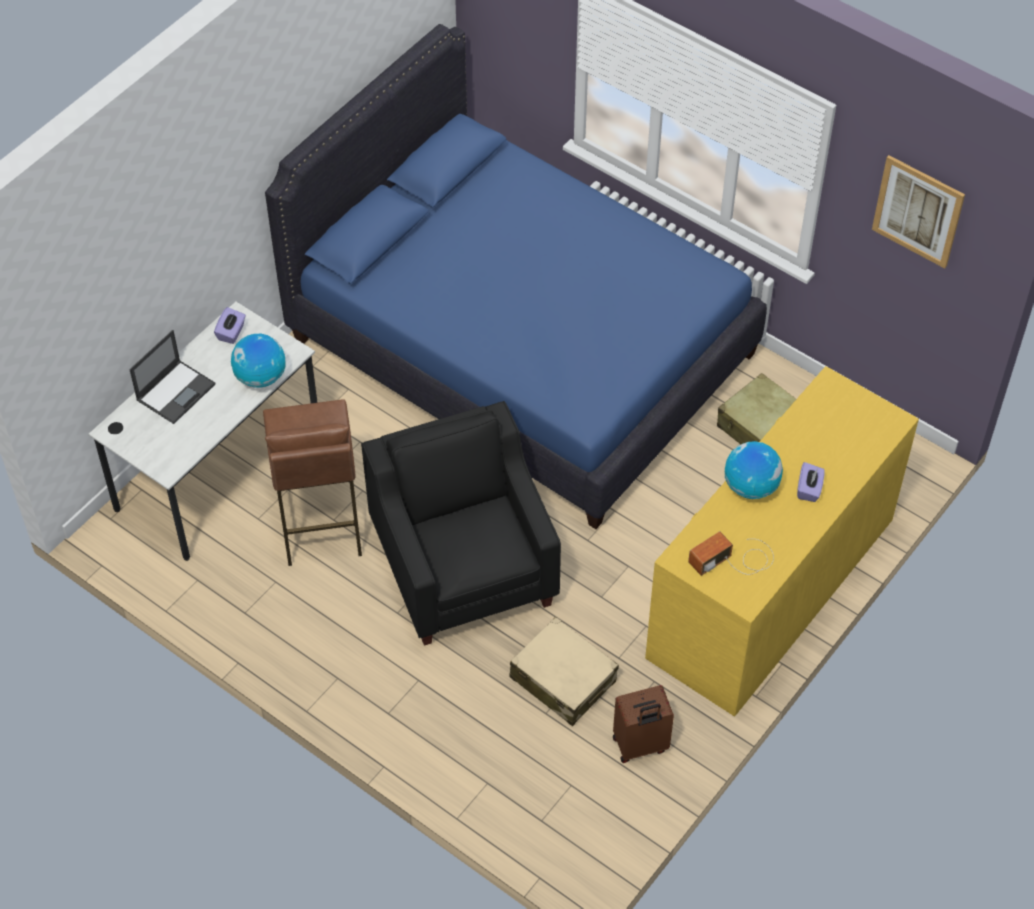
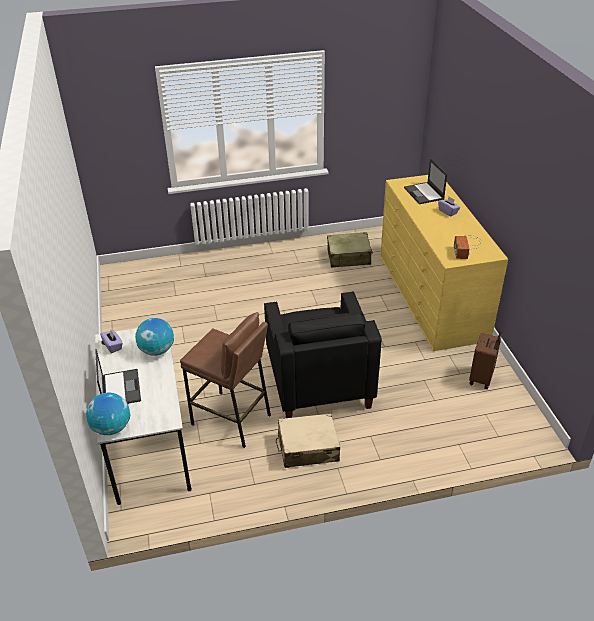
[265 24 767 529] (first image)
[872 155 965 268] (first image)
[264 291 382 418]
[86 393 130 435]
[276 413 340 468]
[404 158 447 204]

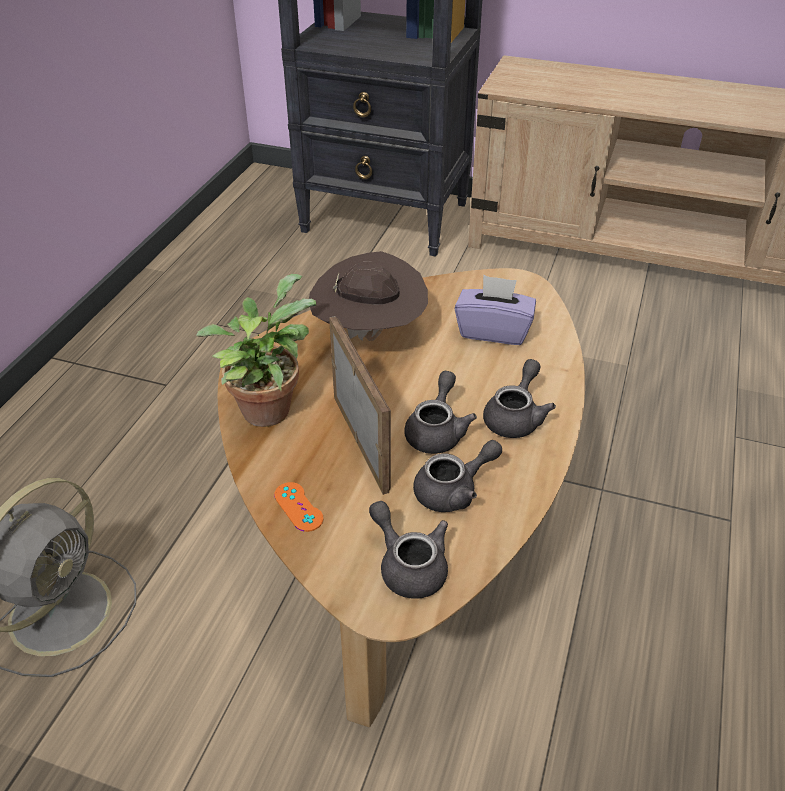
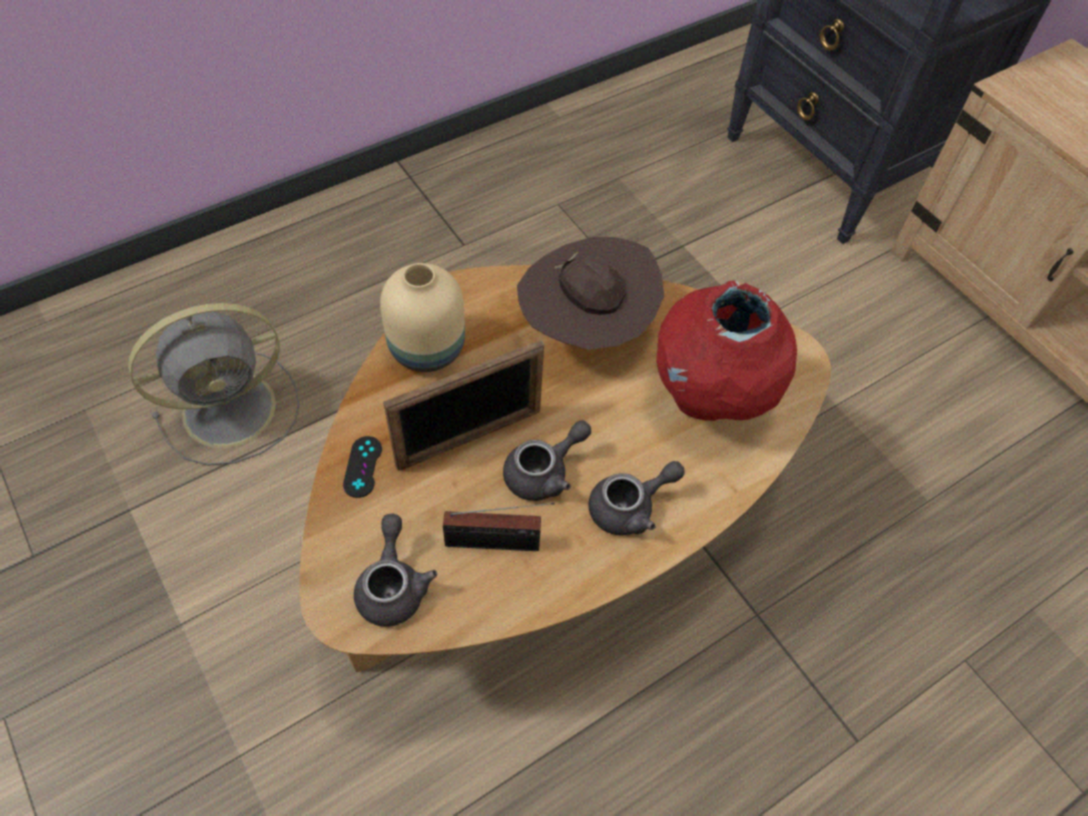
[380 263 465 372]
[656 281 797 421]
[383 340 544 471]
[443 503 555 551]
[343 436 382 498]

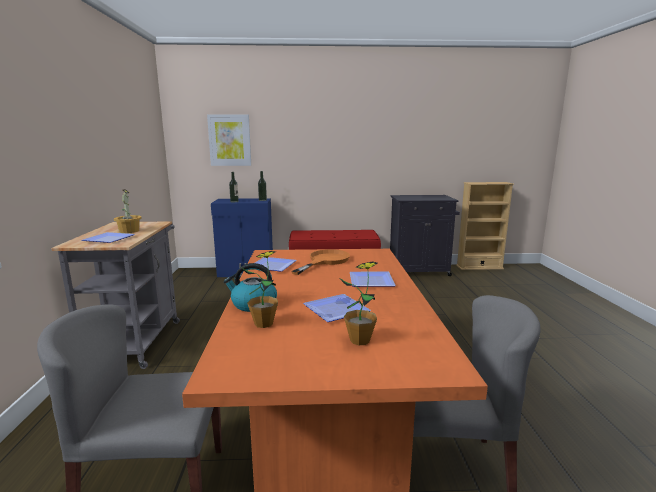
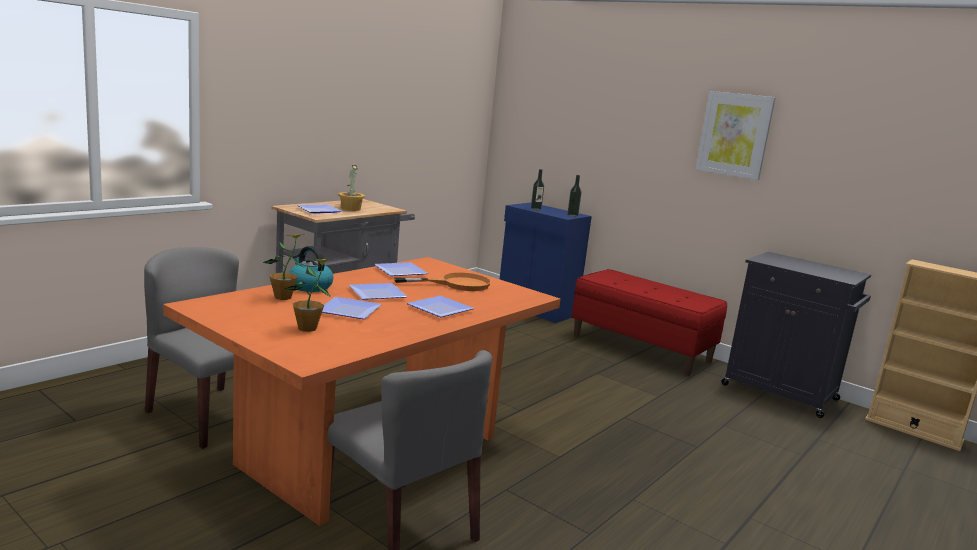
[696 91 776 180]
[349 283 408 300]

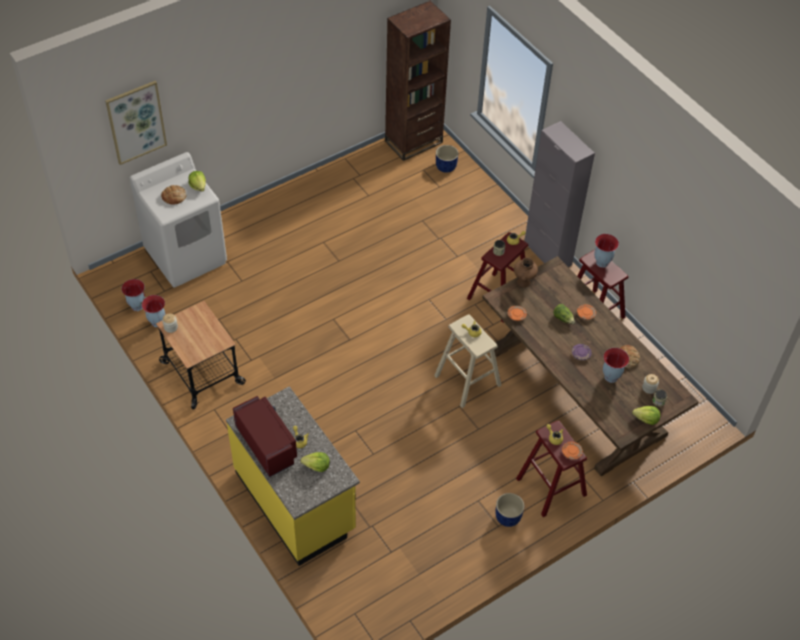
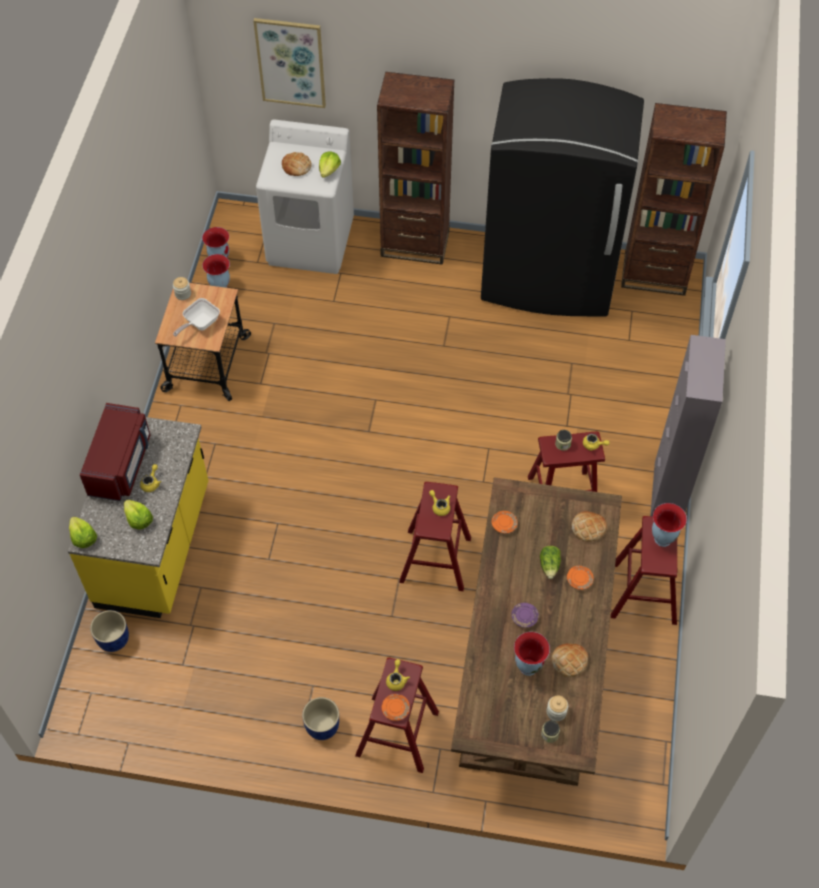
[90 610 129 652]
[514 257 538 288] (first image)
[399 482 471 591]
[69 517 97 548]
[377 72 455 265]
[481 78 644 316]
[173 298 220 336]
[571 511 607 542]

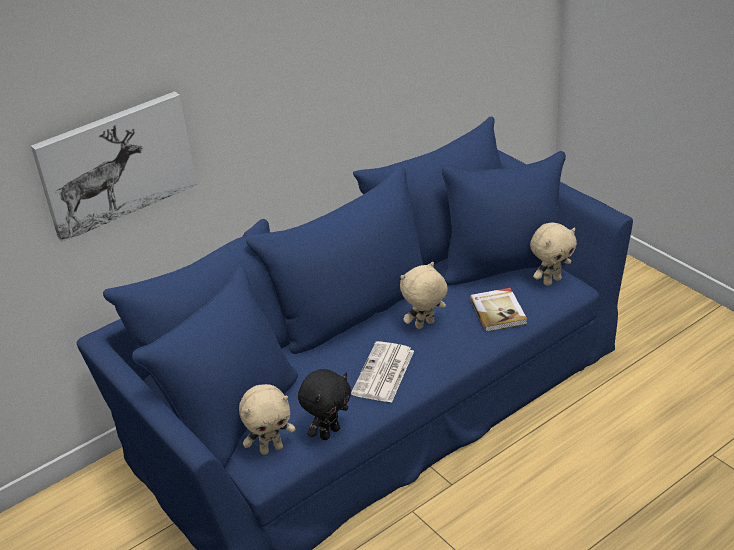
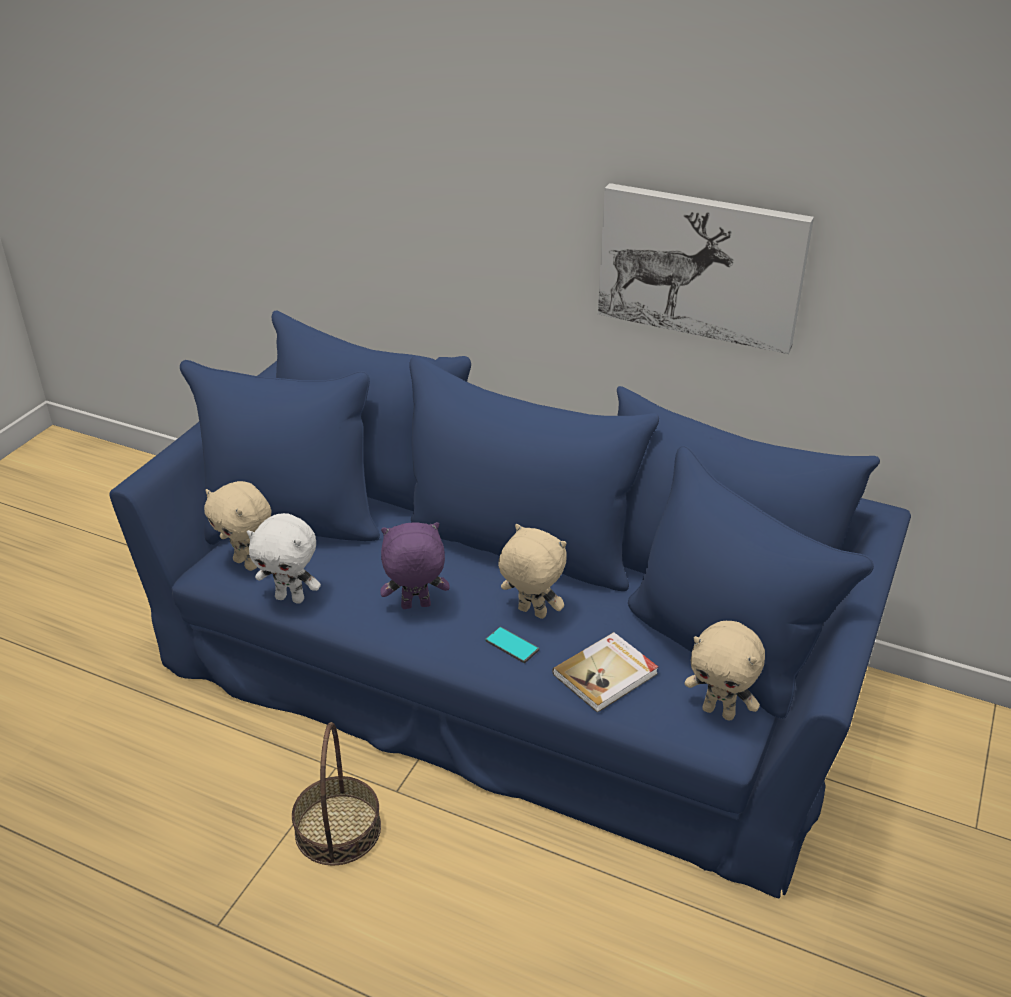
[598 183 814 354]
[380 522 450 609]
[247 513 321 604]
[485 627 539 663]
[292 722 381 866]

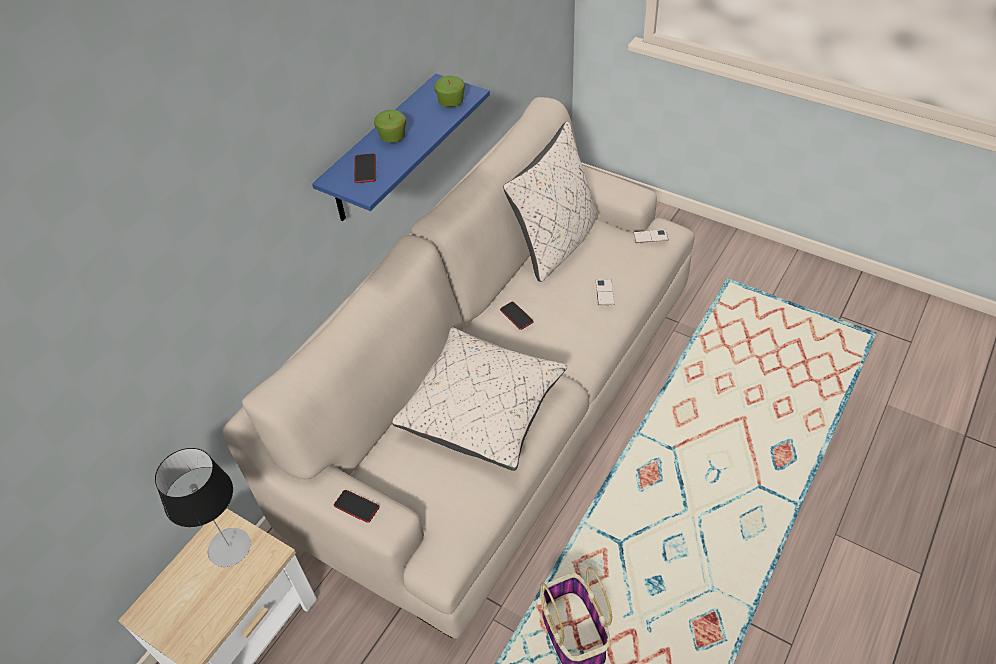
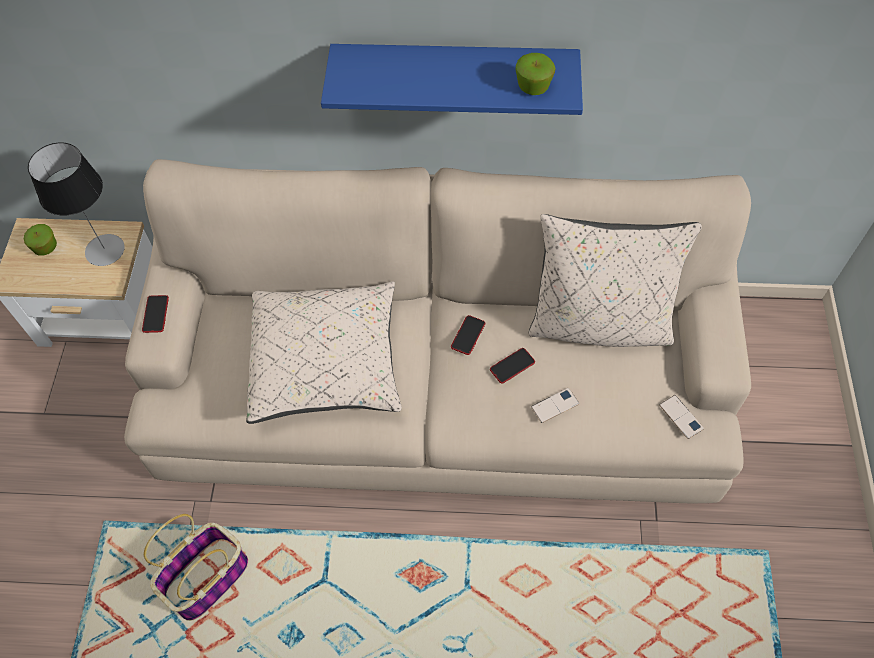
[24 224 57 256]
[490 348 535 383]

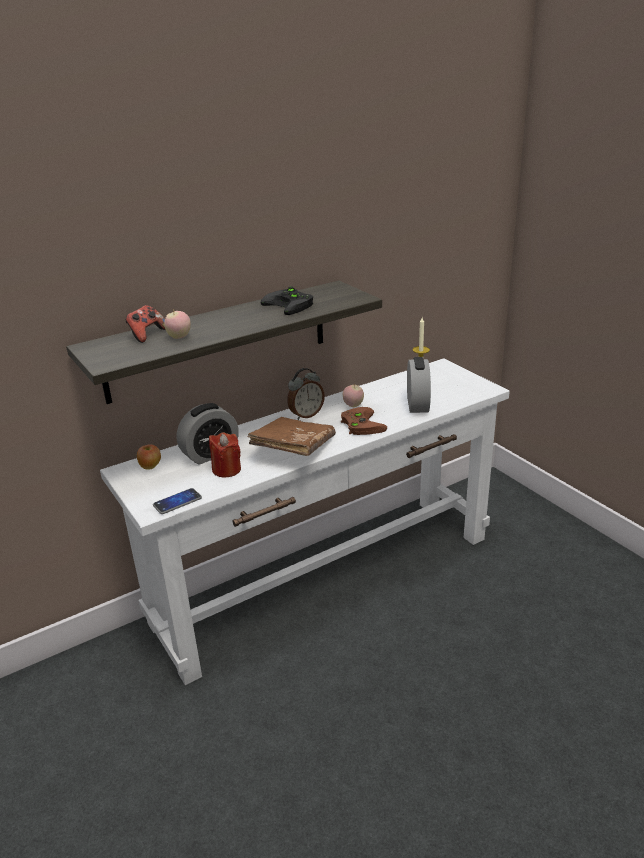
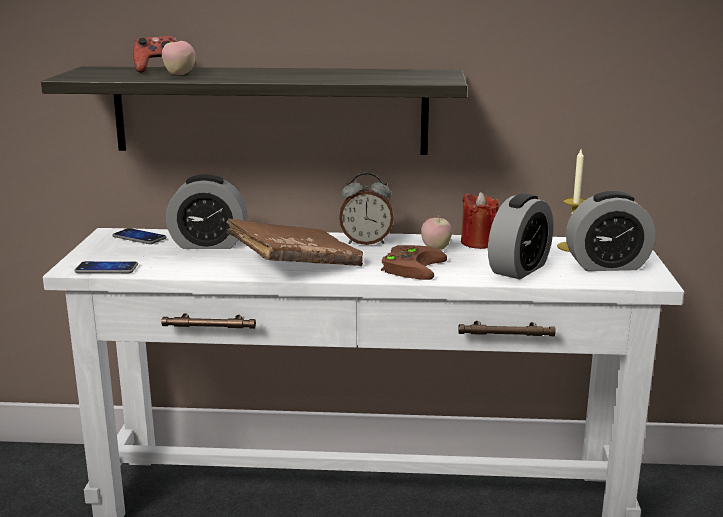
[261 286 313 315] (first image)
[461 192 499 249]
[112 228 166 244]
[566 191 656 271]

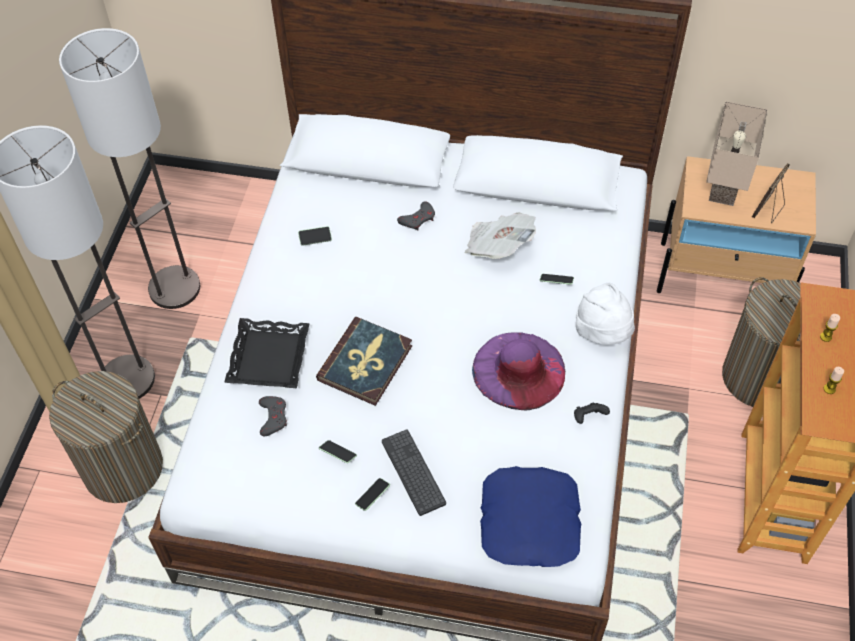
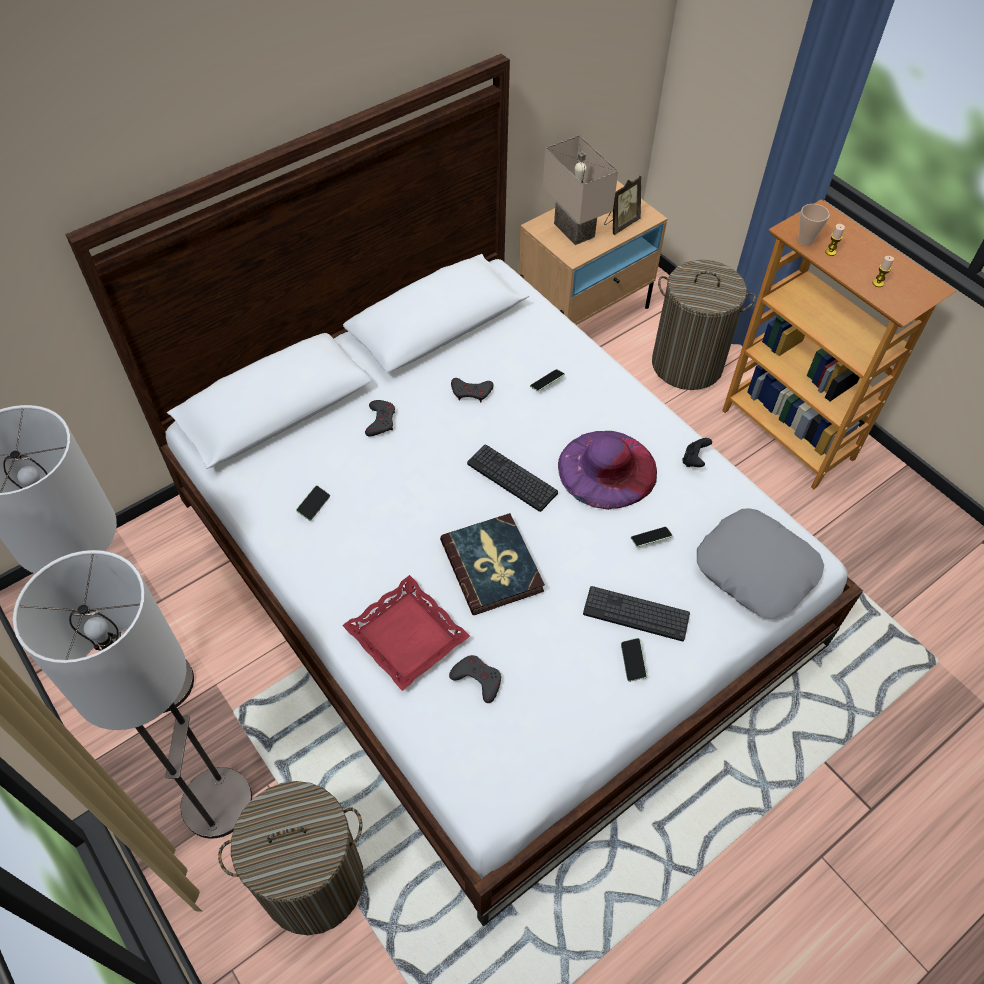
[604 176 641 235]
[451 378 494 402]
[576 283 635 345] (first image)
[342 575 470 691]
[631 527 673 547]
[697 508 824 619]
[798 204 830 246]
[467 445 558 512]

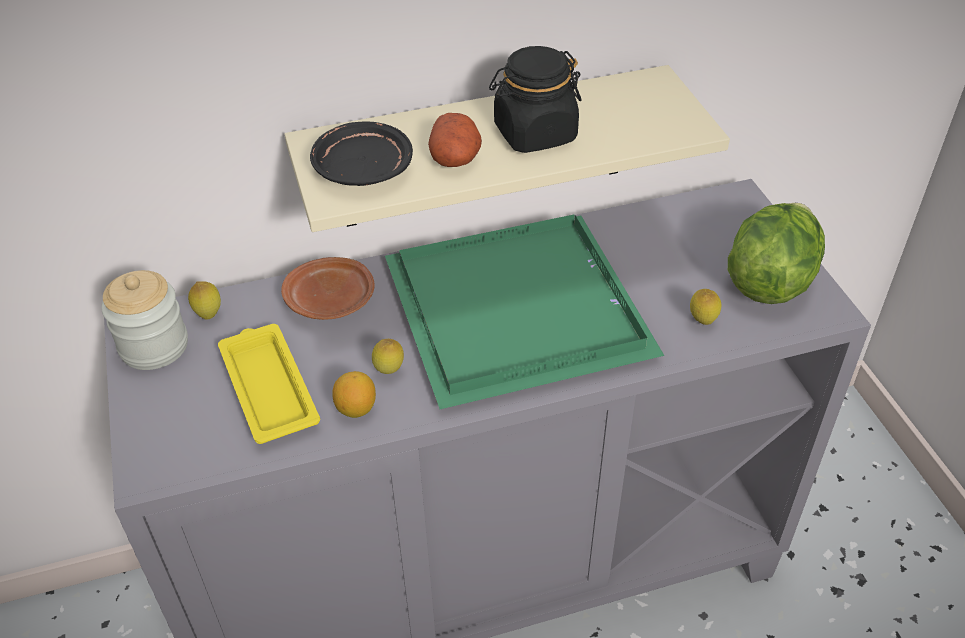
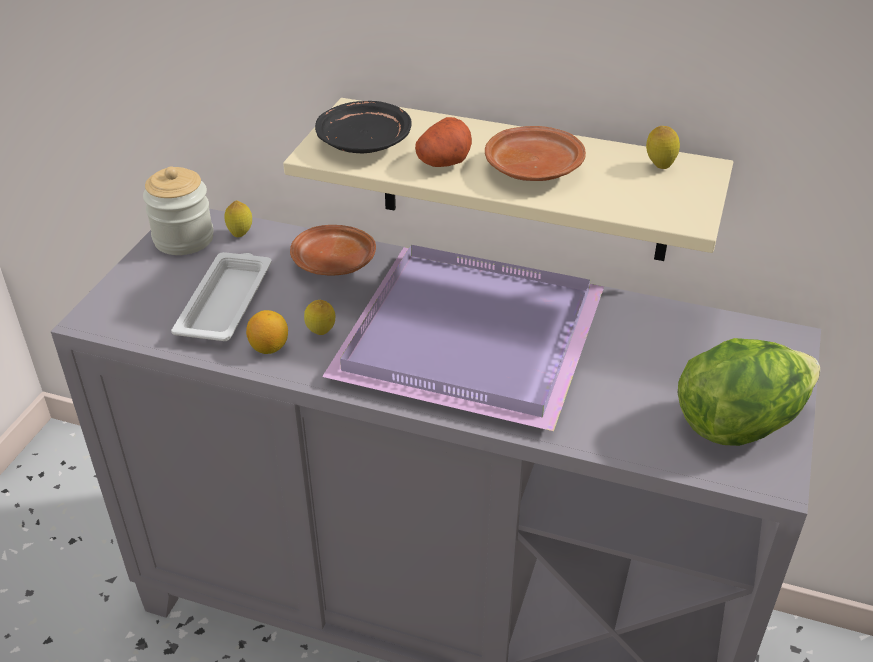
[485 126 586 181]
[322 245 604 431]
[646 126 680 169]
[171 252 272 341]

